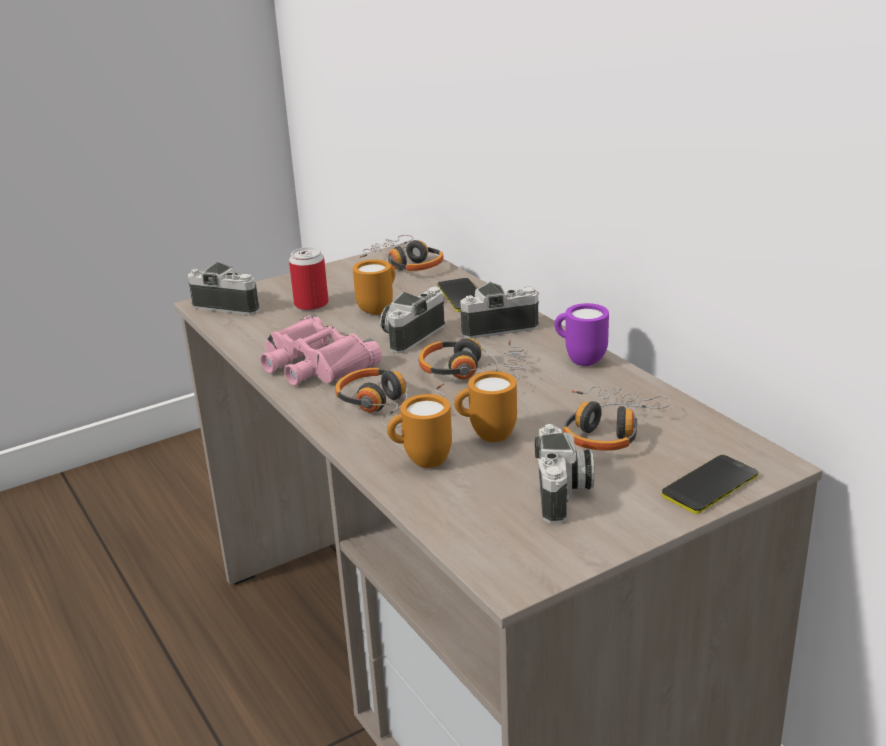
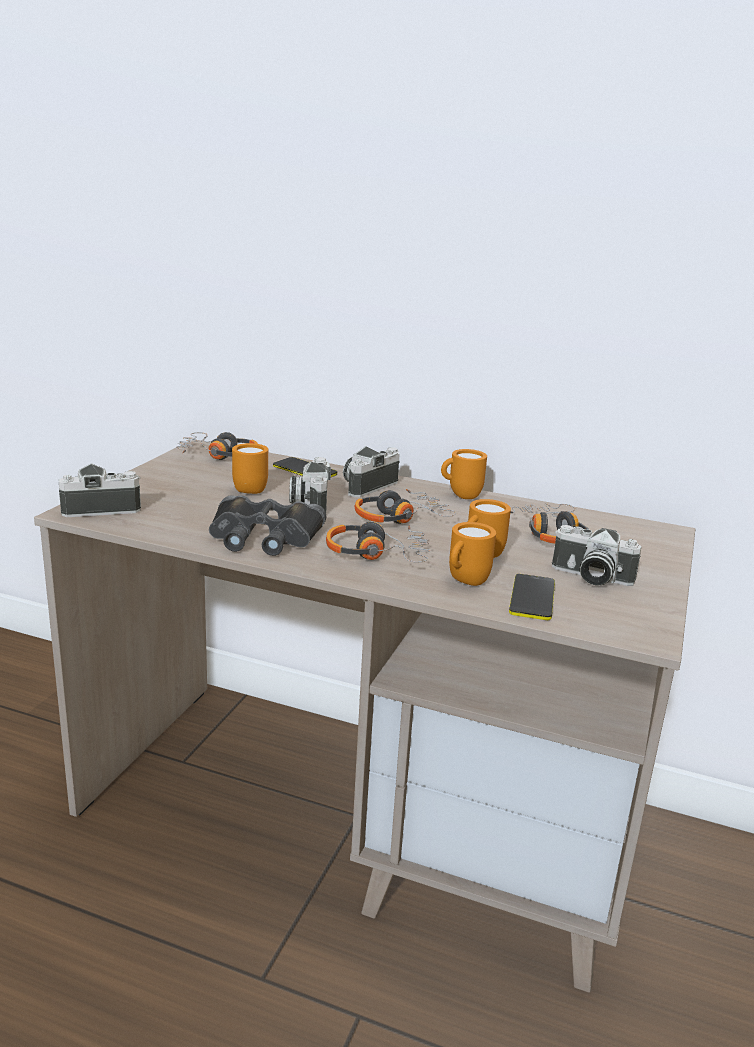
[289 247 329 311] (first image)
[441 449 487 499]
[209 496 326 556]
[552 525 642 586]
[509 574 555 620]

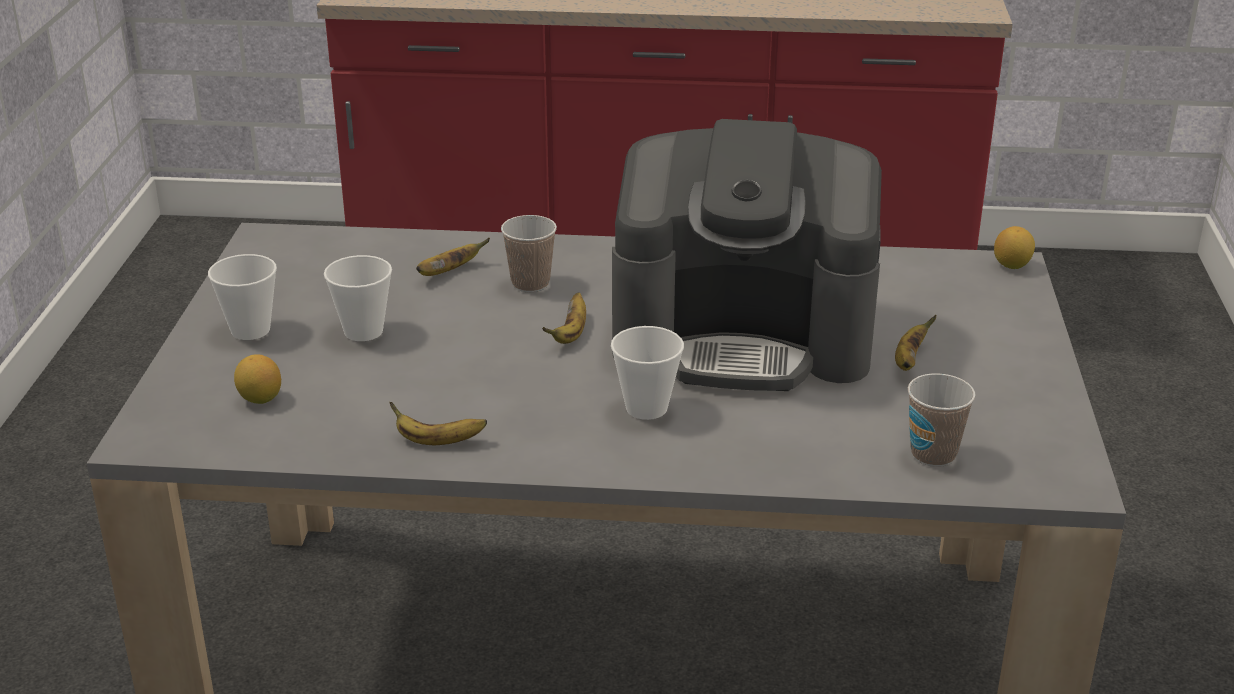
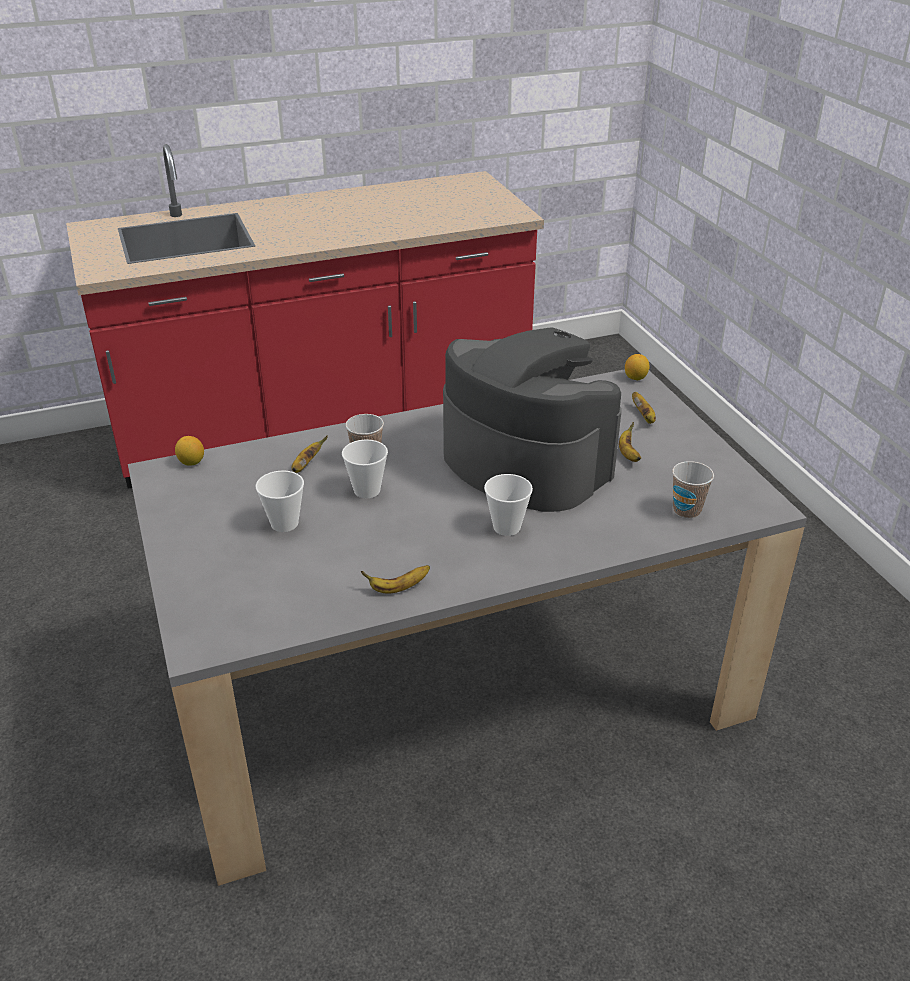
[443 327 622 512]
[342 439 388 498]
[632 392 656 424]
[175 436 204 466]

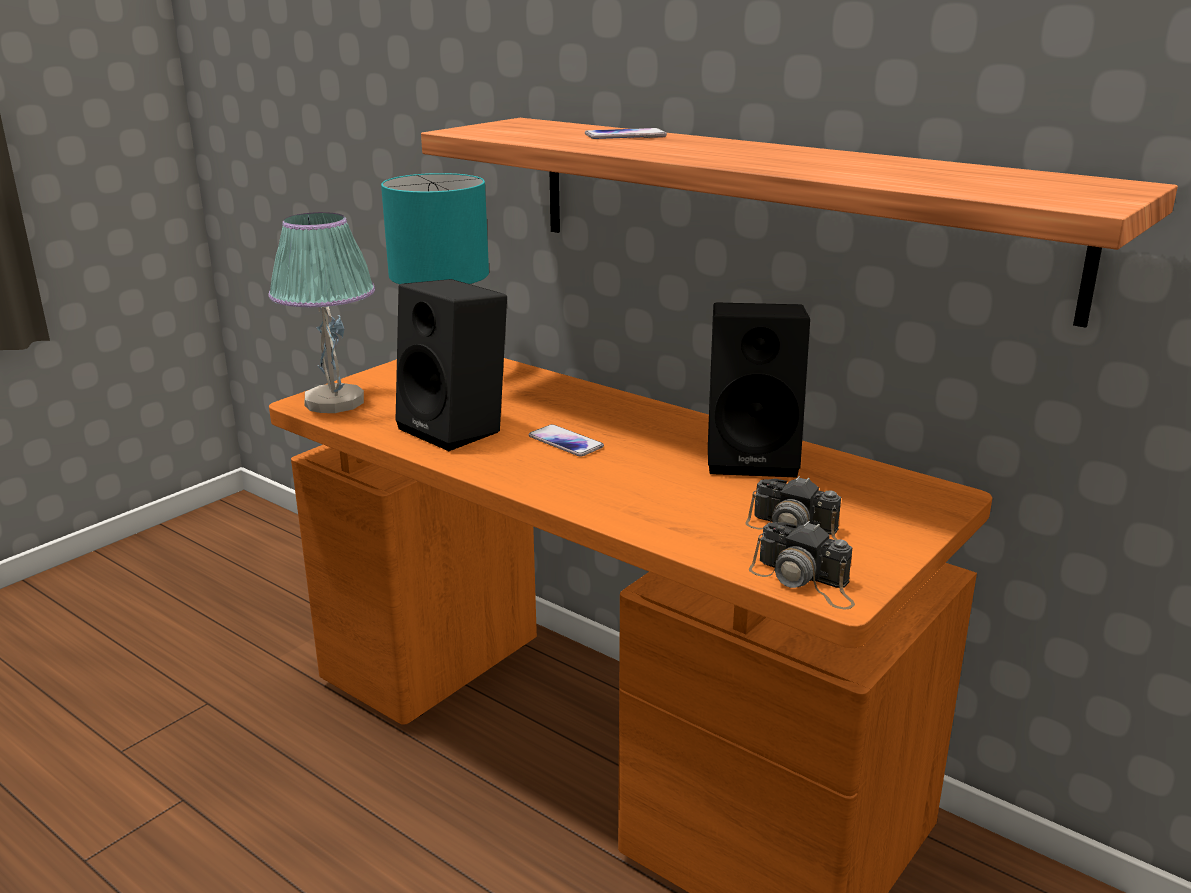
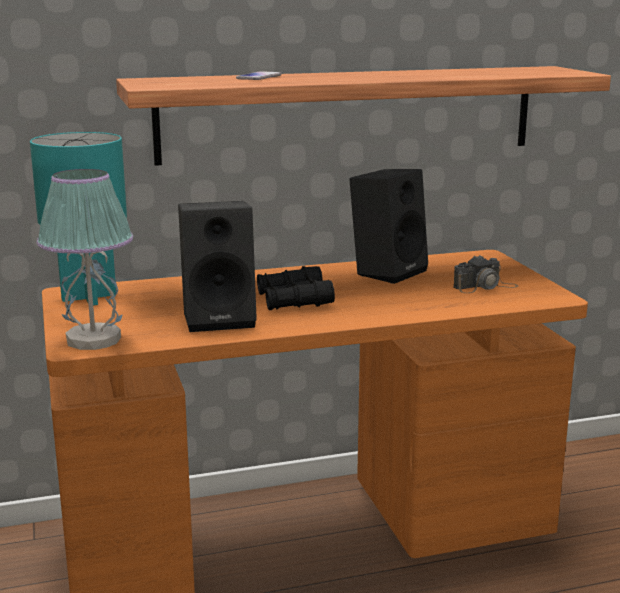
[257 266 335 310]
[749 521 855 610] (first image)

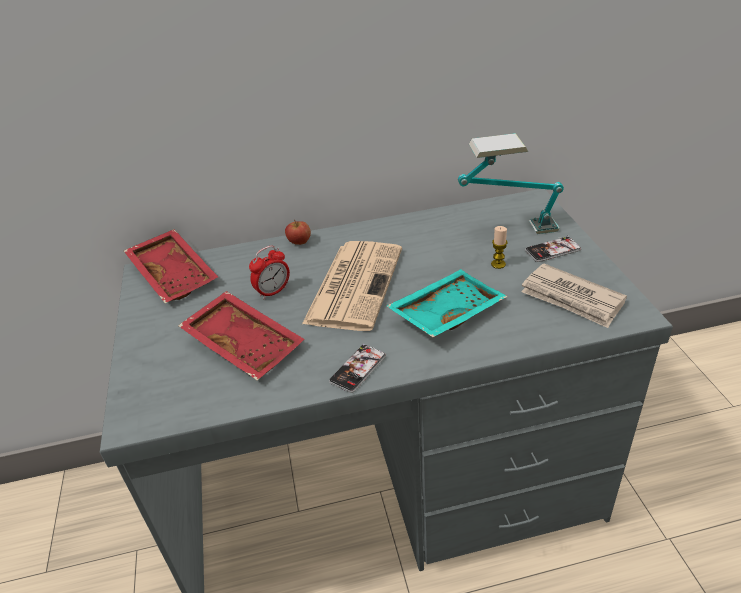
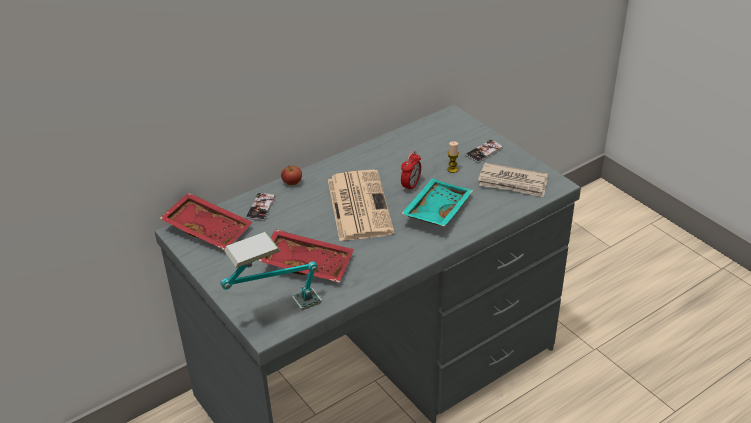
[221 232 322 310]
[401 151 421 192]
[246 192 276 221]

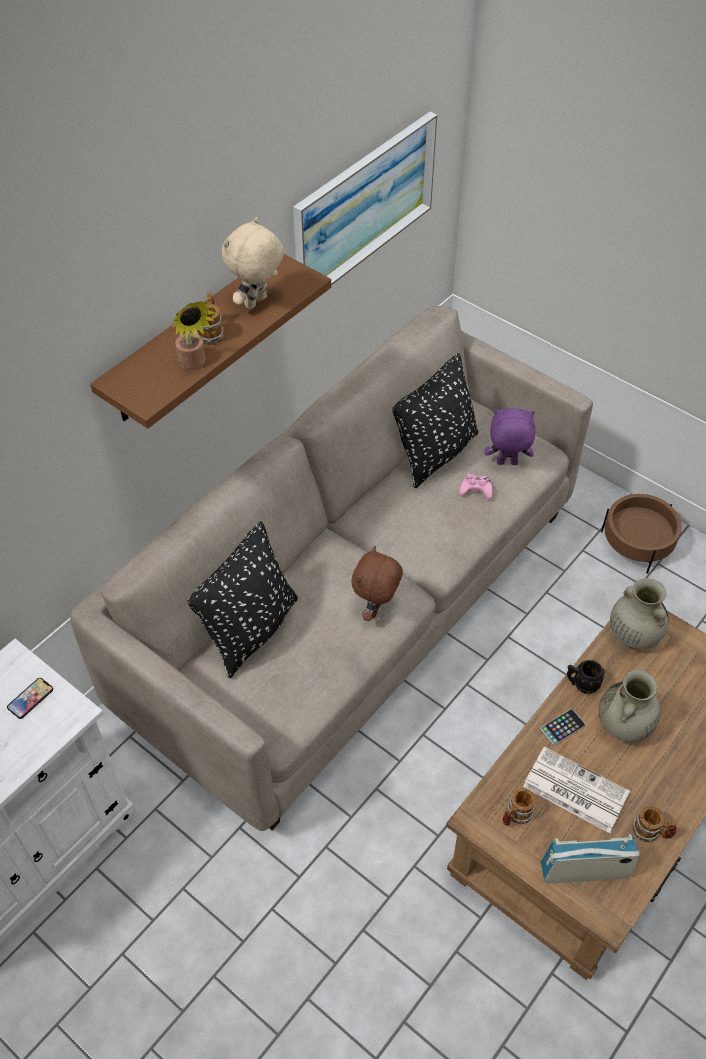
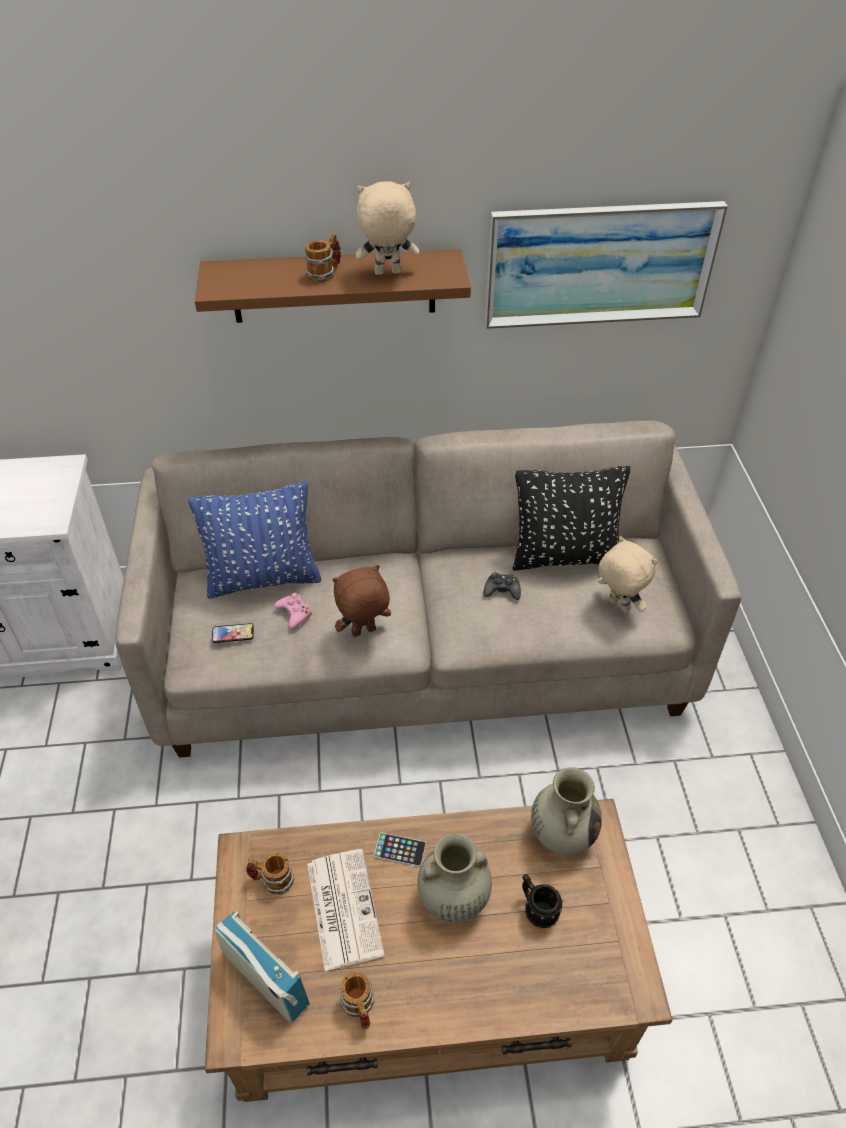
[172 301 215 370] (first image)
[598 536 658 613]
[274 593 312 629]
[601 494 682 574] (first image)
[188 482 321 599]
[522 874 563 929]
[212 623 254 643]
[484 572 521 600]

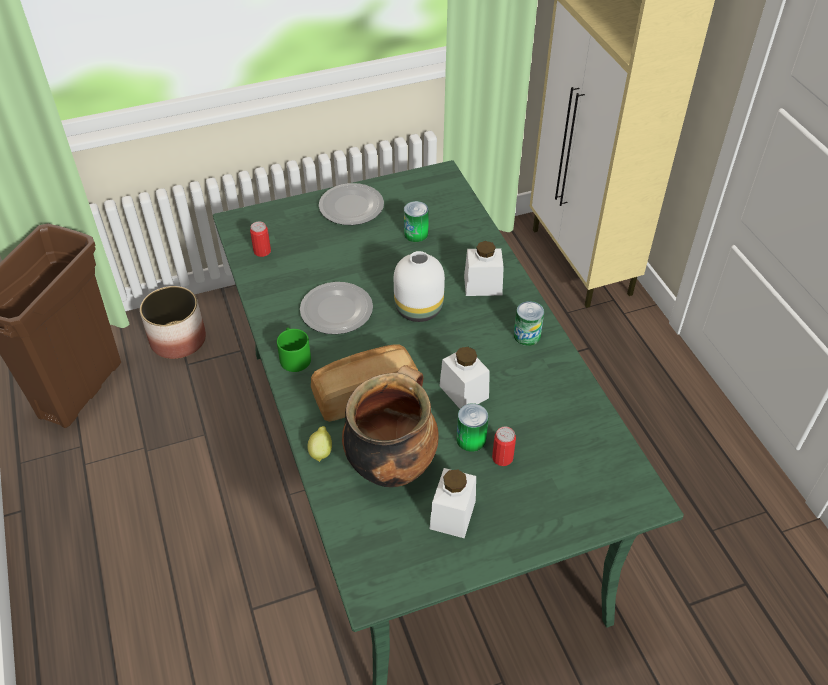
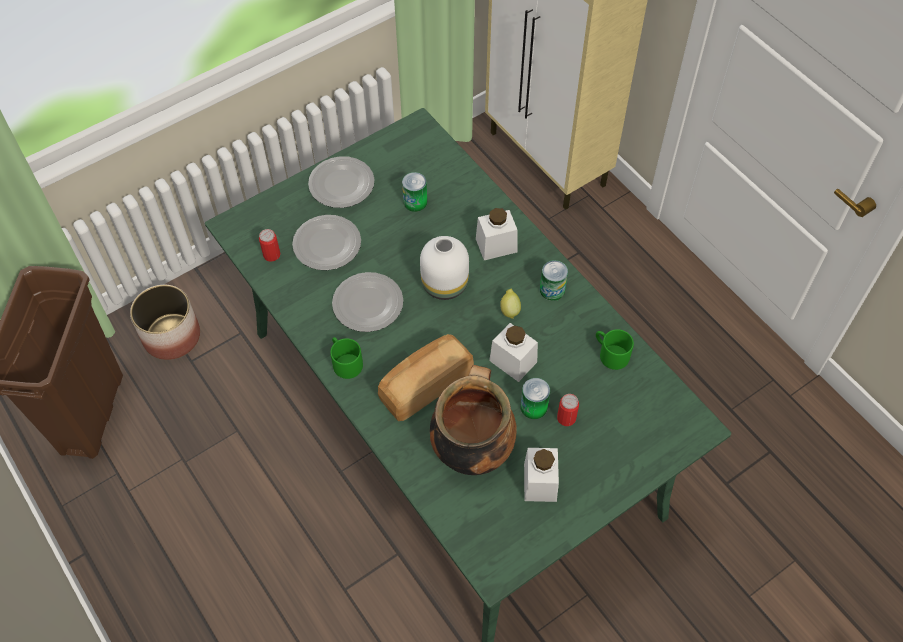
[500 289 521 319]
[292 215 361 270]
[596 329 634 370]

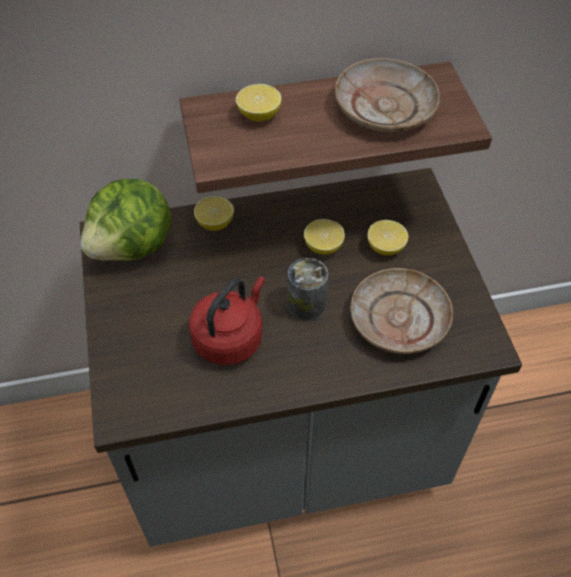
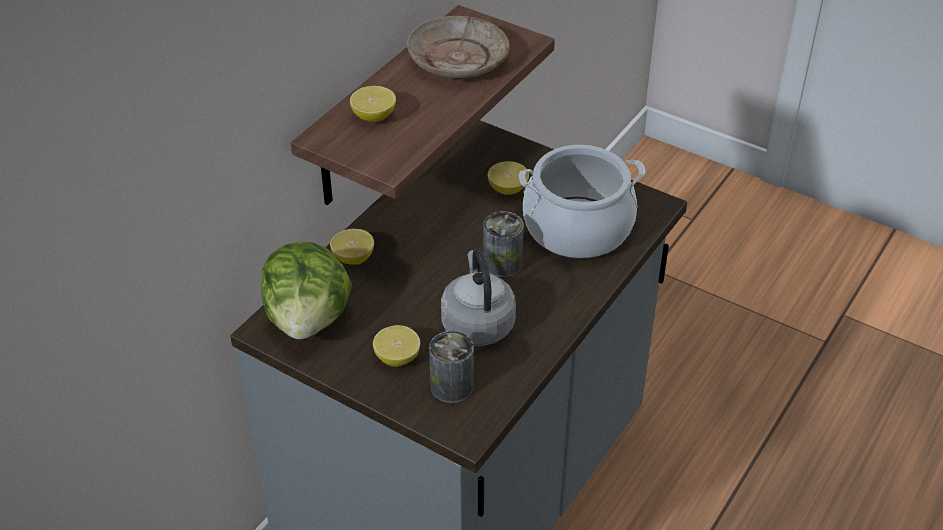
[373 325 420 367]
[519 145 646 259]
[441 248 516 346]
[429 331 474 403]

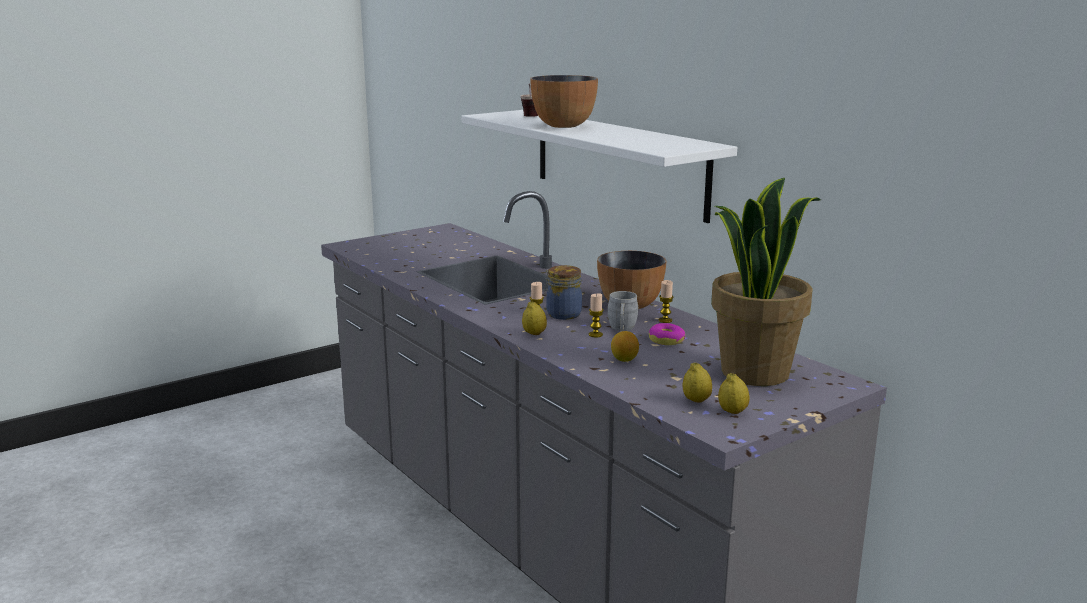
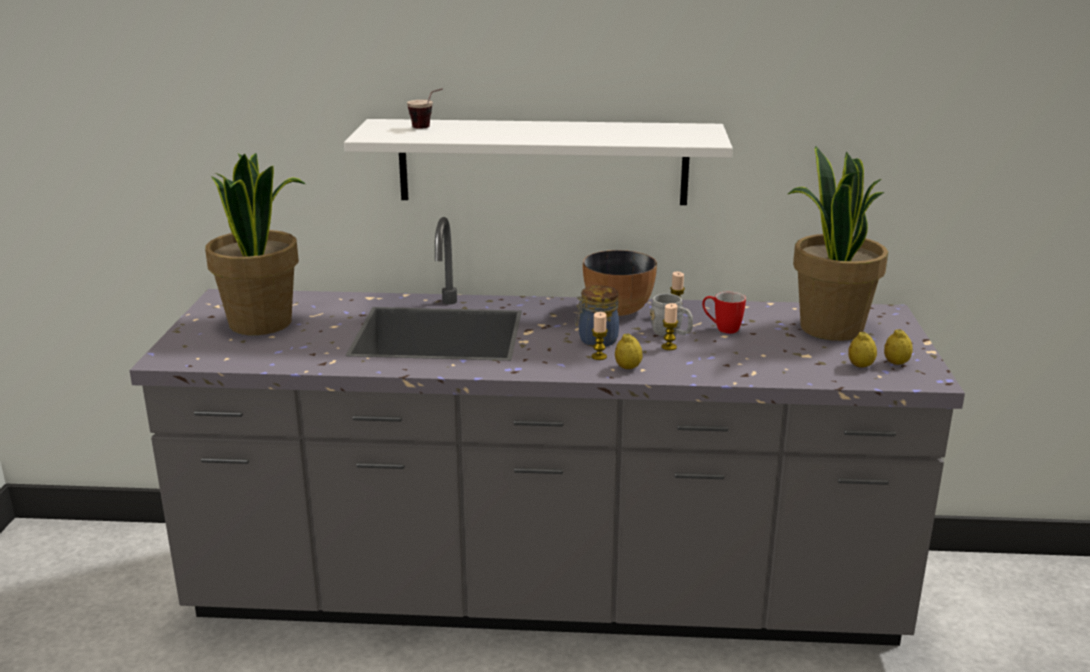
[530 75 598 128] (first image)
[702 292 746 334]
[611 331 639 362] (first image)
[205 153 305 335]

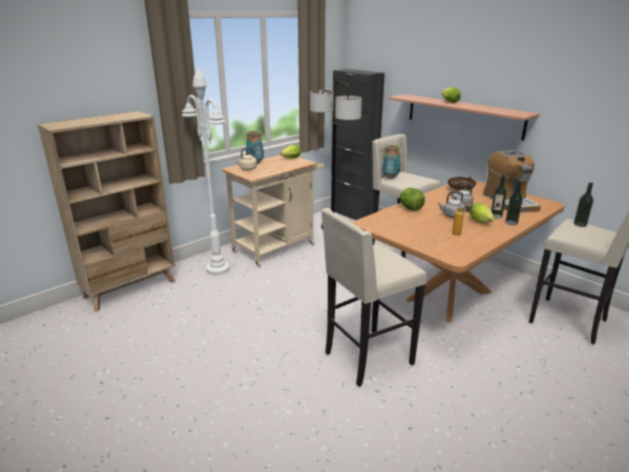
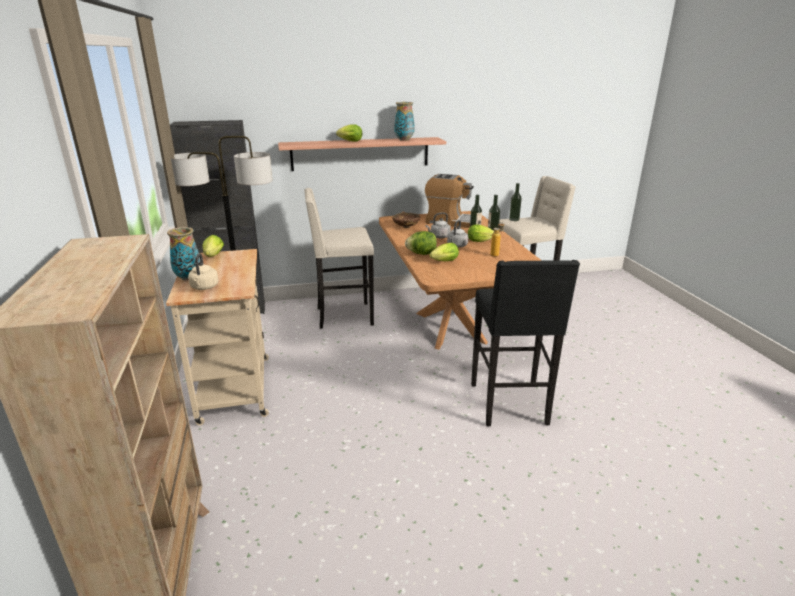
[182 68 230 275] (first image)
[394 102 415 141]
[471 260 580 427]
[429 243 459 261]

